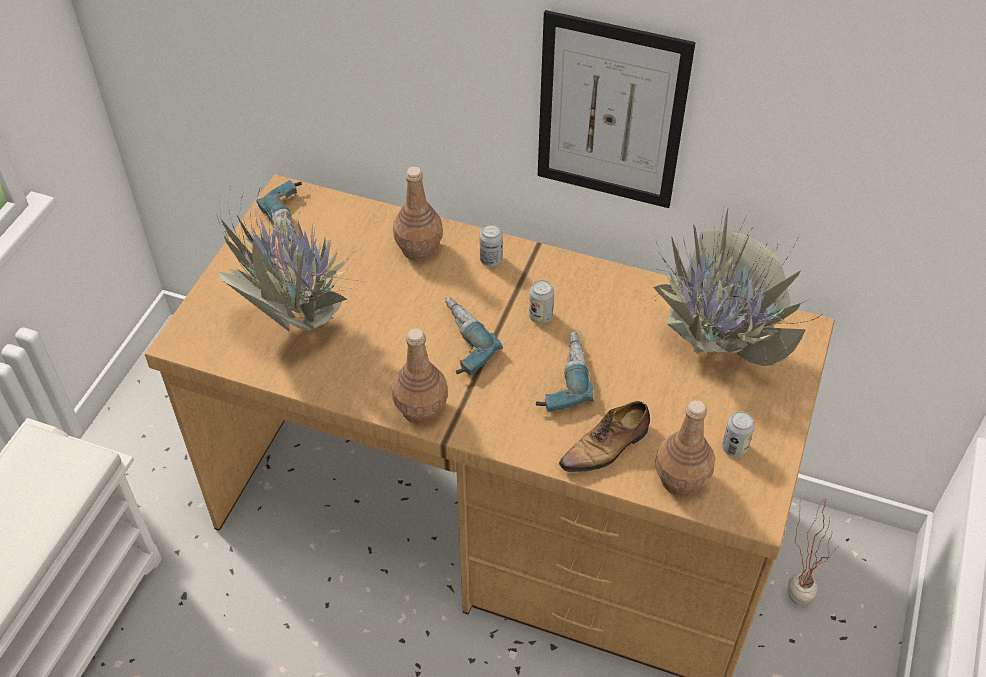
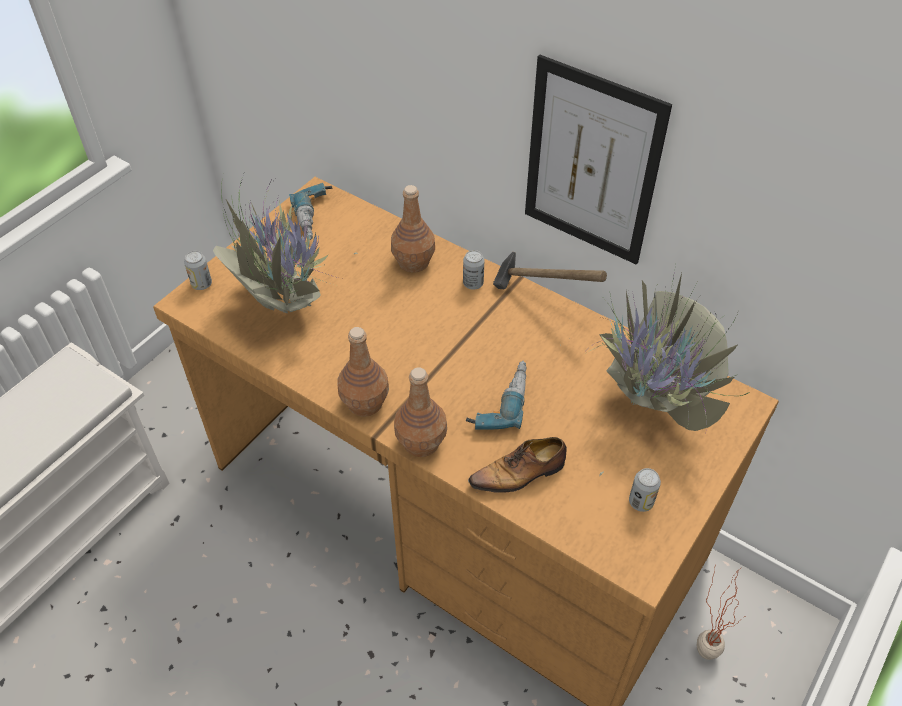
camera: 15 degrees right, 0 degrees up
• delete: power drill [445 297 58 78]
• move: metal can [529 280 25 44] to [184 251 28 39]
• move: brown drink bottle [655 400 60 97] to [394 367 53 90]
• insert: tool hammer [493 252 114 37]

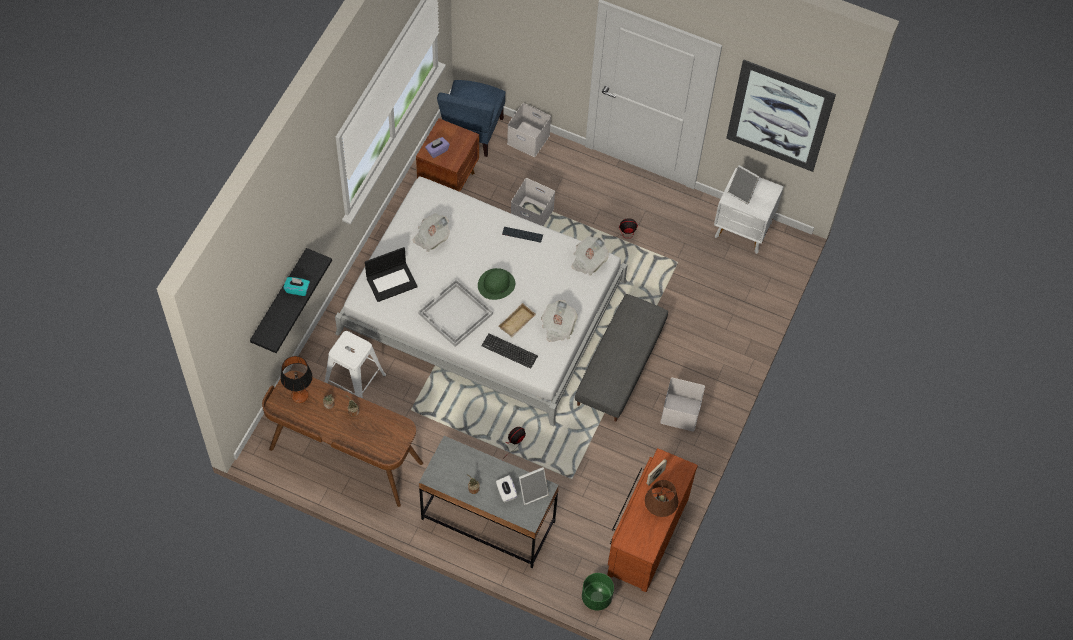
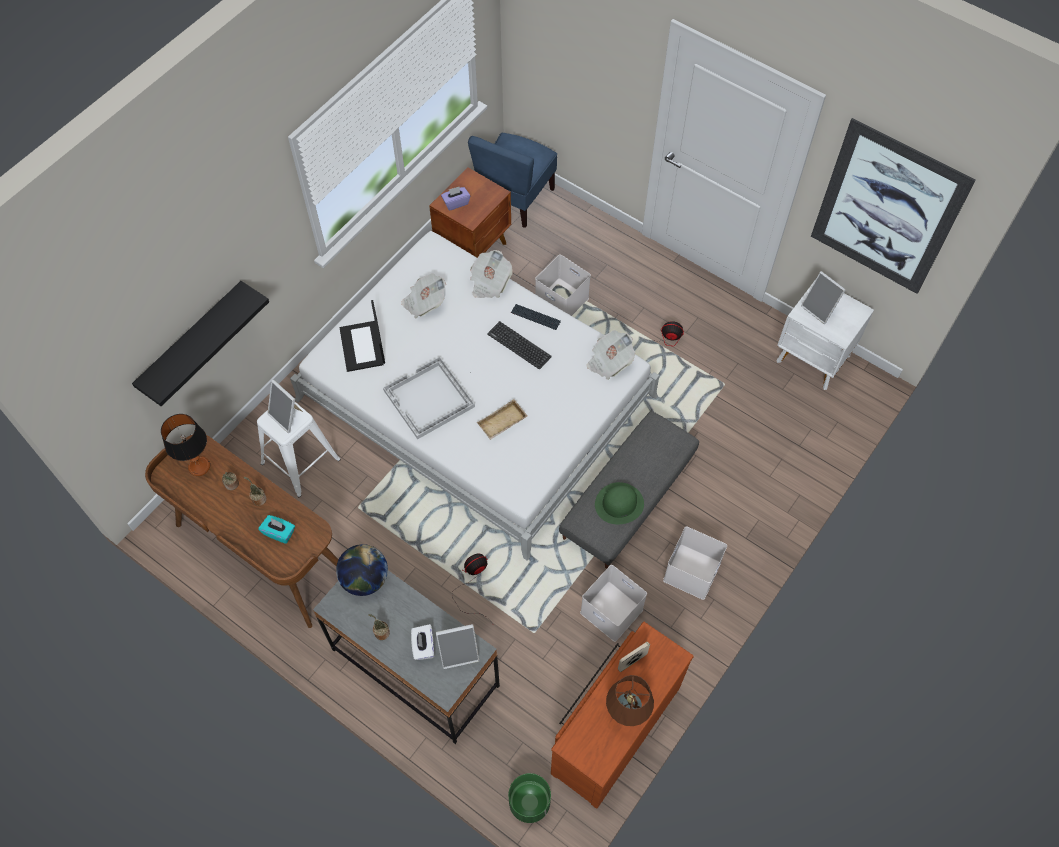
camera: 15 degrees right, 0 degrees up
• move: turquoise box of tissues [283 277 27 19] to [258 515 37 29]
• rotate: notebook computer [365 247 52 55] = [339 300 46 72] 90 degrees clockwise
• move: greenish wearable hat [478 268 37 32] to [595 482 49 42]
• move: keyboard [481 334 57 35] to [487 321 65 48]
• move: white-coloured storage container [507 103 44 54] to [580 565 67 77]
• move: newspaper [541 300 37 42] to [470 250 43 48]
• insert: photo frame [267 380 36 53]
• insert: globe [336 544 52 52]

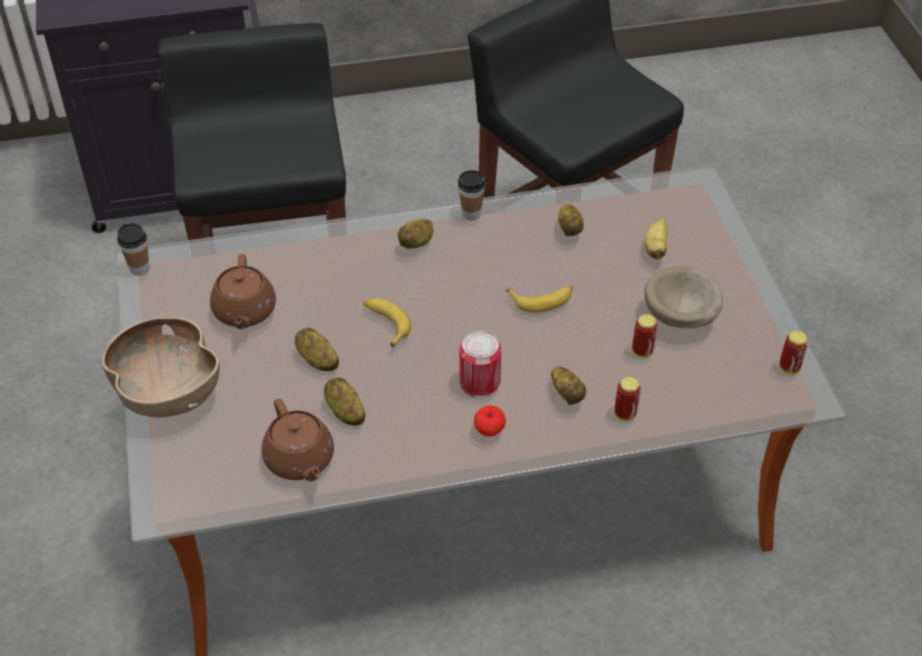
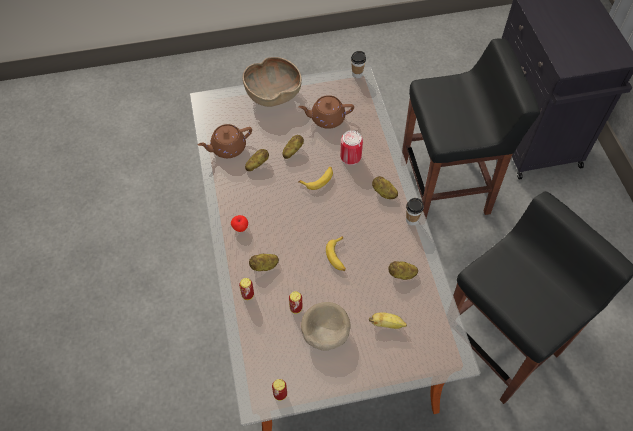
camera: 90 degrees right, 10 degrees up
• move: metal can [459 331 43 67] to [340 130 23 35]

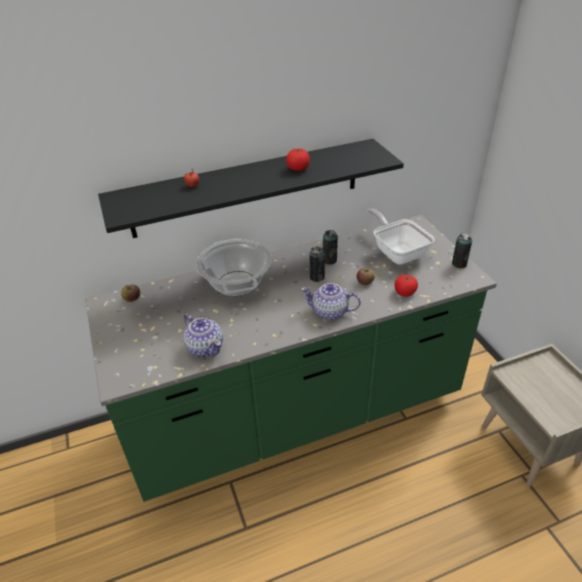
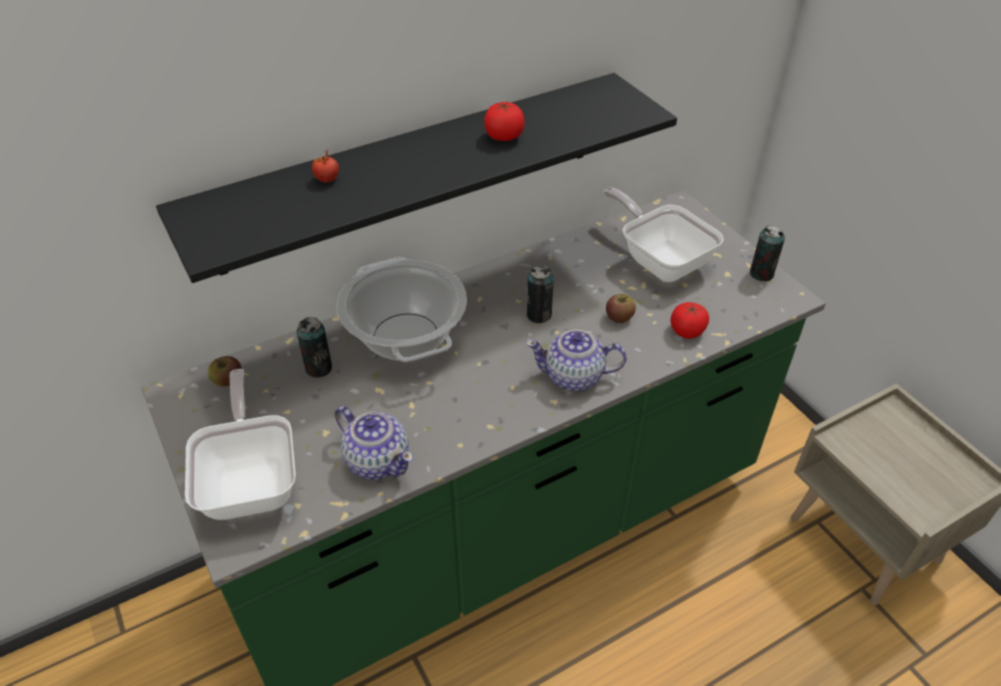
camera: 10 degrees left, 5 degrees up
• move: metal can [323 230 15 35] to [297 317 35 61]
• insert: pan [185 369 111 151]

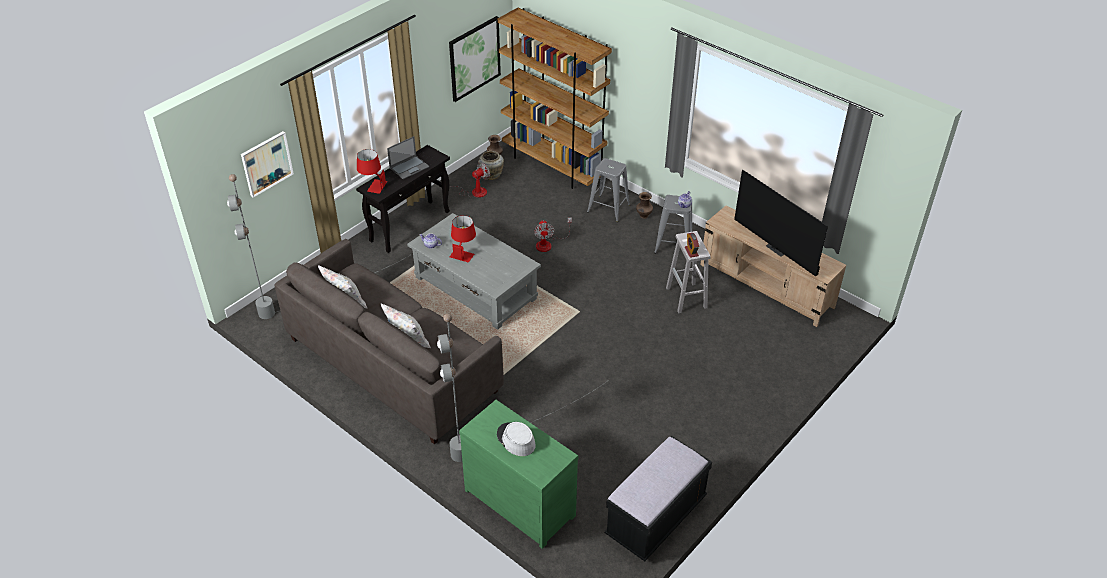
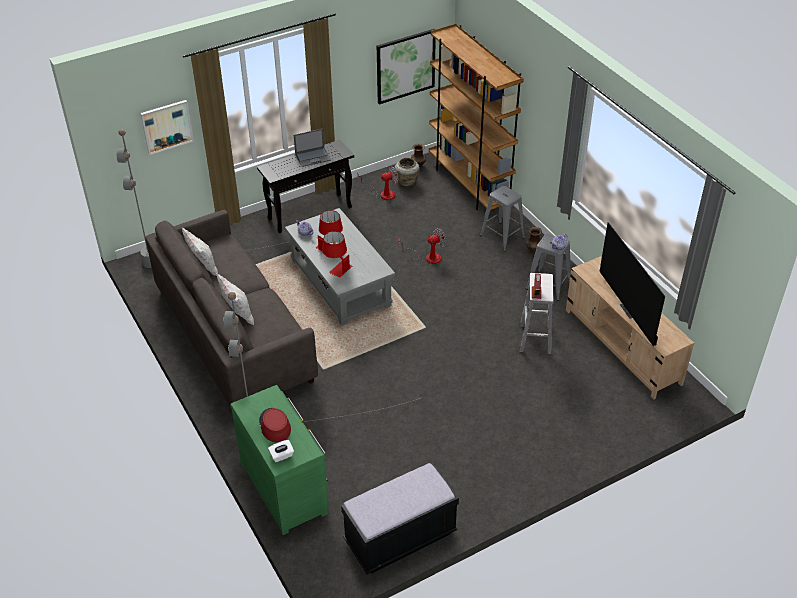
camera: 20 degrees right, 0 degrees up
• move: red tabletop lamp [357 149 30 45] to [322 231 30 47]
• recolor: greyish wearable hat [497 422 39 34] to red wearable hat [259 408 32 34]
• rotate: electric fan [534 217 38 35] = [398 228 48 36] 135 degrees counterclockwise
• insert: white-coloured box of tissues [268 440 26 22]

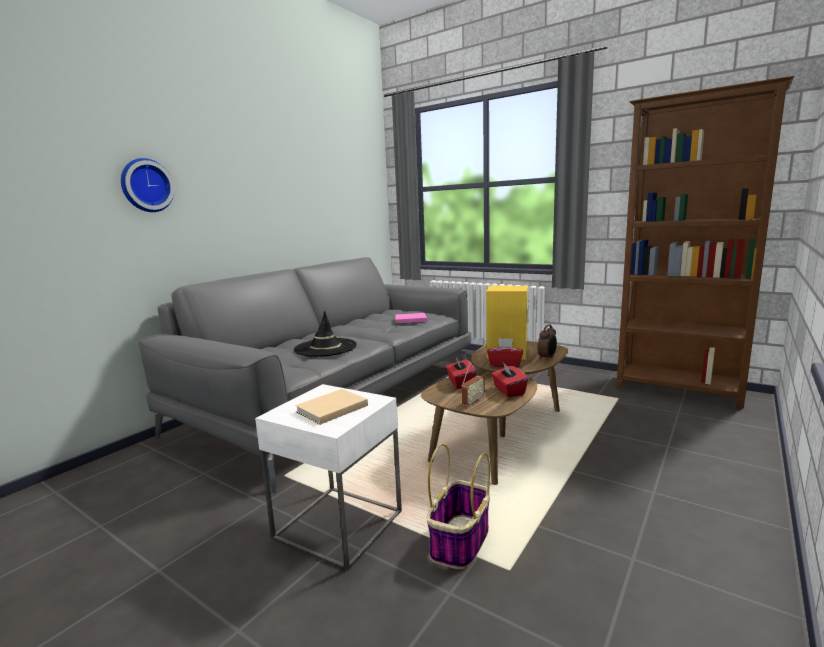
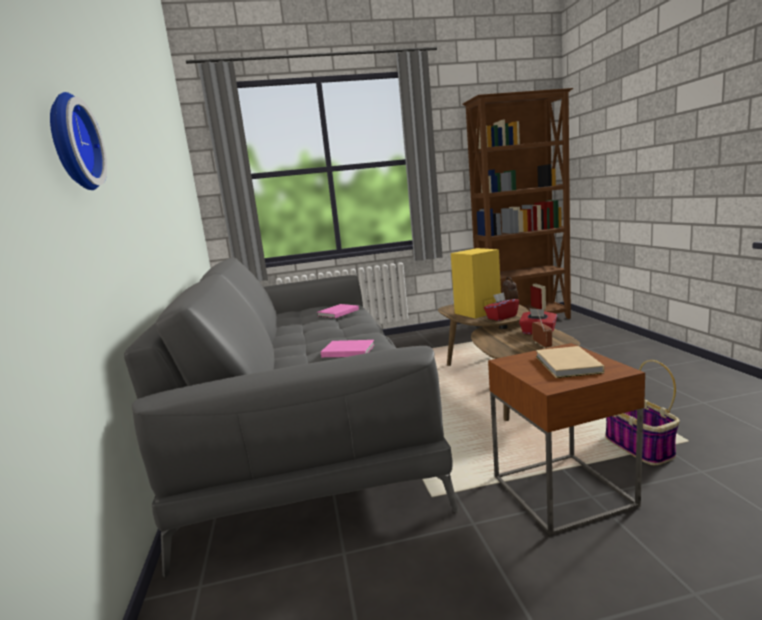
camera: 45 degrees left, 0 degrees up
• recolor: white-coloured accent table [255 384 147 187] to brown accent table [488 343 157 193]
• replace: blackish wearable hat [294 311 63 46] to pink-coloured volume [321 340 54 17]
• delete: red box of tissues [446 357 30 32]

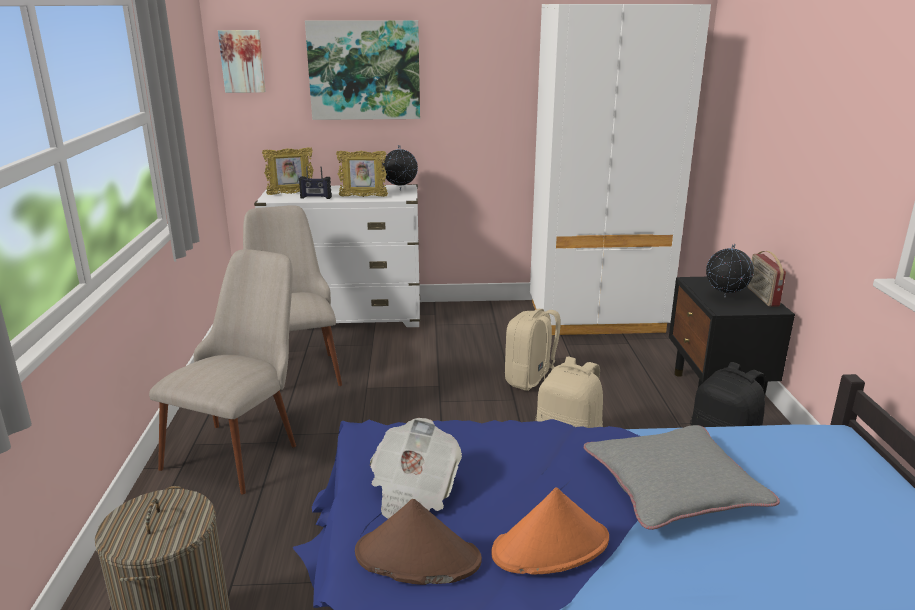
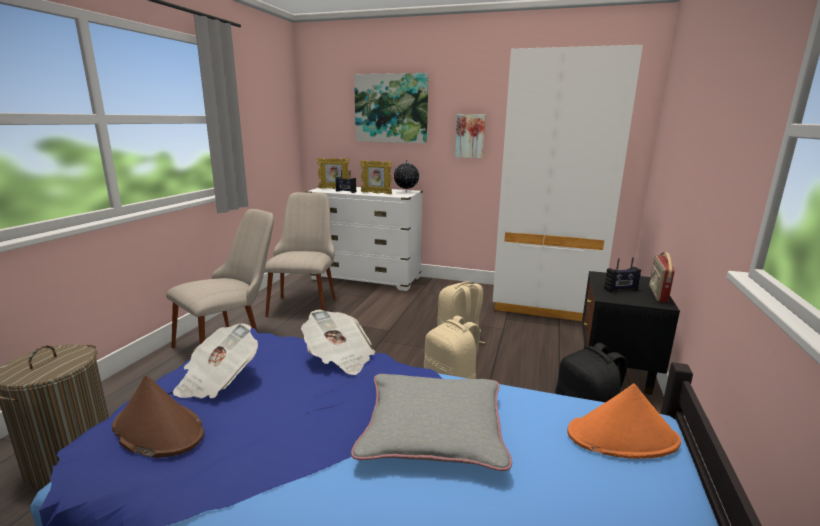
camera: 20 degrees right, 5 degrees down
• move: wall picture [218 30 47 63] to [455 114 30 44]
• move: orange-coloured wearable hat [491 487 118 87] to [567 384 114 75]
• replace: globe [706 244 48 54] to radio set [604 257 37 35]
• insert: newspaper [301 310 74 65]

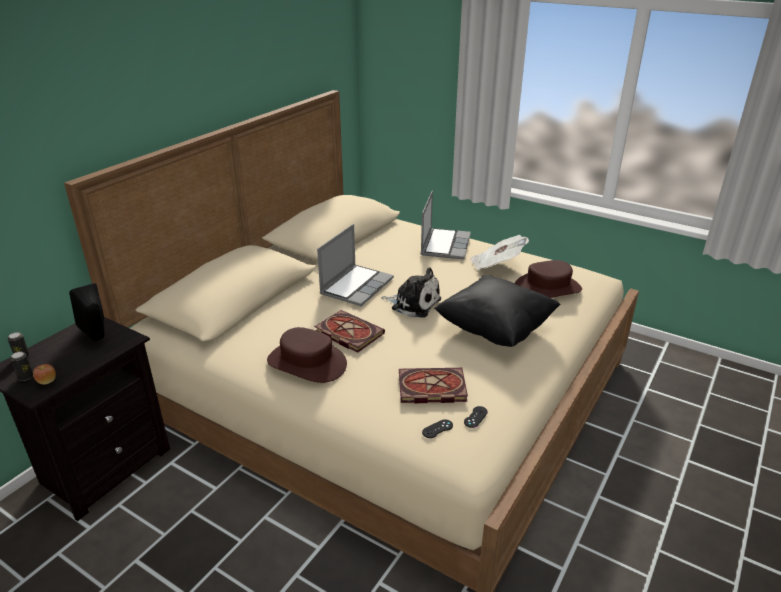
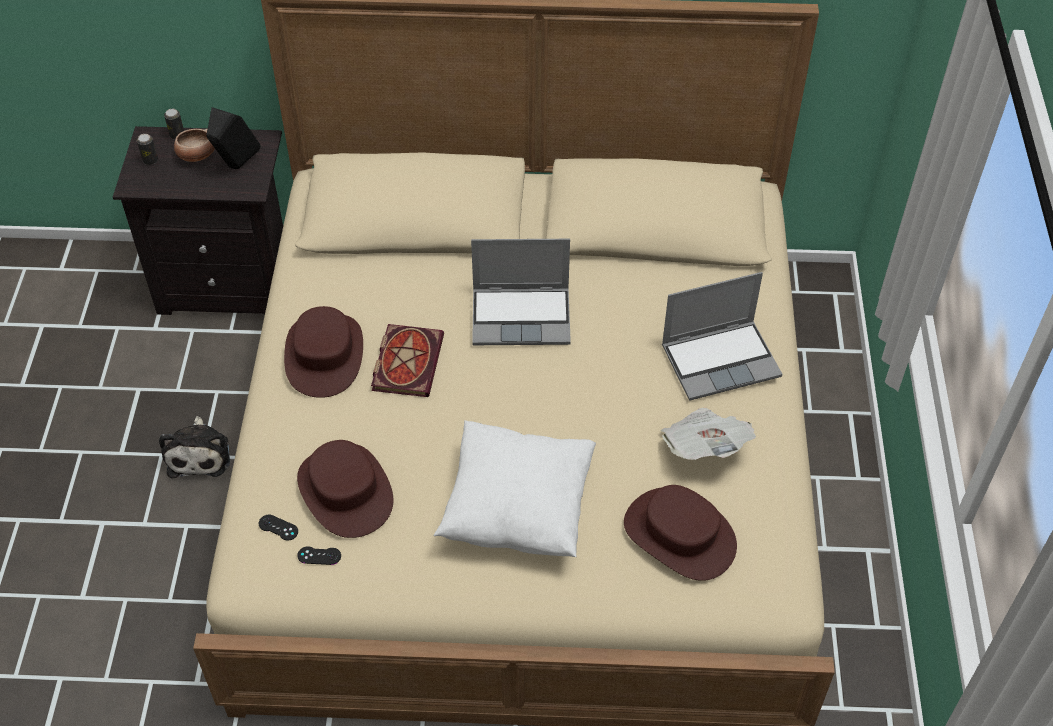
camera: 60 degrees right, 20 degrees up
• delete: whole apple [33 364 23 21]
• move: plush toy [381 267 60 51] to [159 416 71 62]
• replace: volume [399 368 69 35] to brown wearable hat [297 440 96 98]
• recolor: blackish throw pillow [434 275 126 72] to white-coloured throw pillow [434 420 162 137]
• insert: serving bowl [174 129 41 33]

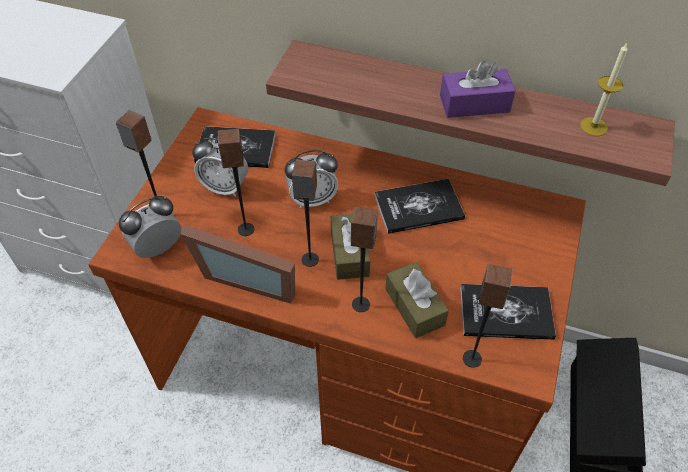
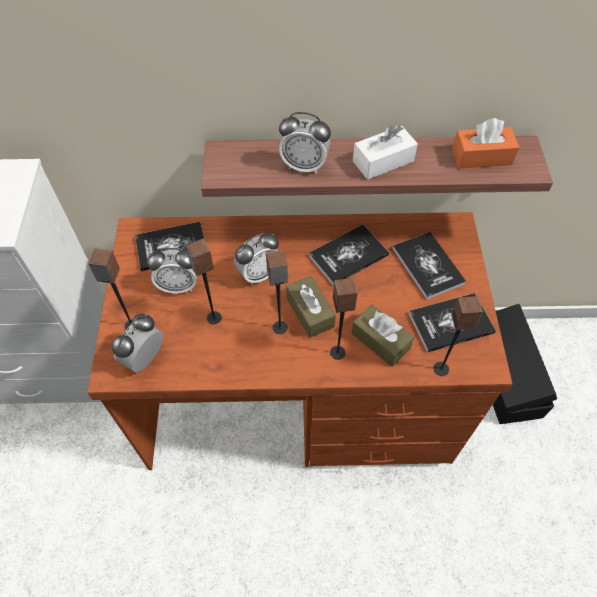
camera: 20 degrees left, 5 degrees up
• delete: photo frame [180 225 115 79]
• recolor: purple box of tissues [440 61 76 57] to white-coloured box of tissues [353 125 65 55]
• replace: wax light [580 43 48 93] to orange-coloured box of tissues [452 118 67 51]
• insert: alarm clock [279 112 52 62]
• insert: volume [392 232 74 68]

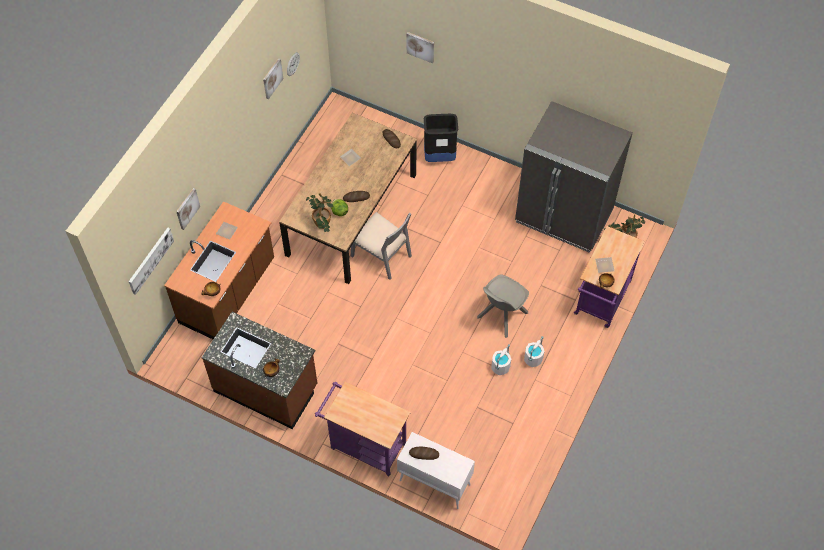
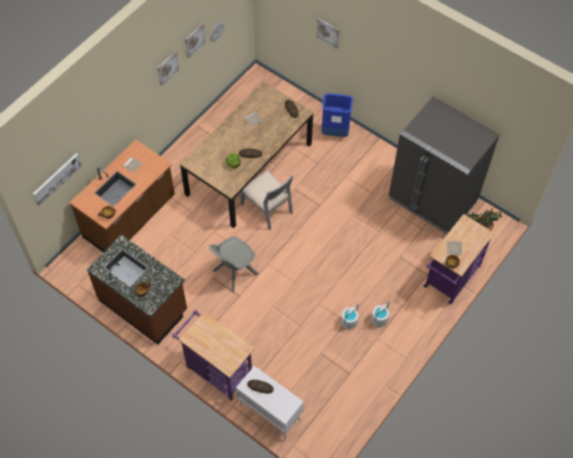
camera: 10 degrees right, 0 degrees up
• move: wall picture [176 188 24 42] to [157 51 22 35]
• delete: plant in a pot [306 193 27 39]
• recolor: blackish trash can [424 114 34 48] to blue-coloured trash can [322 93 31 44]
• move: greyish upright chair [477 274 52 64] to [209 236 49 56]

